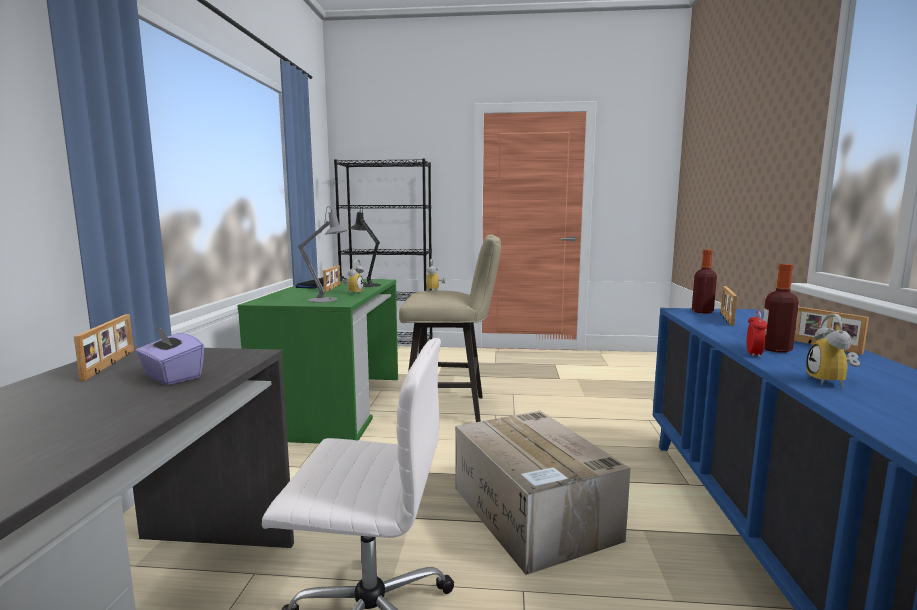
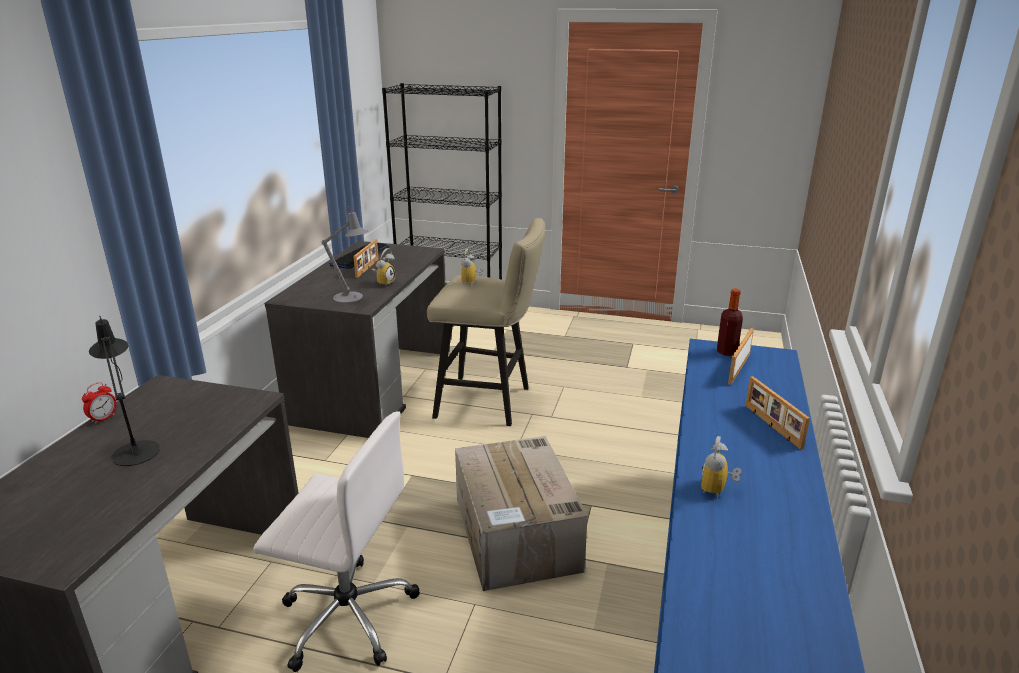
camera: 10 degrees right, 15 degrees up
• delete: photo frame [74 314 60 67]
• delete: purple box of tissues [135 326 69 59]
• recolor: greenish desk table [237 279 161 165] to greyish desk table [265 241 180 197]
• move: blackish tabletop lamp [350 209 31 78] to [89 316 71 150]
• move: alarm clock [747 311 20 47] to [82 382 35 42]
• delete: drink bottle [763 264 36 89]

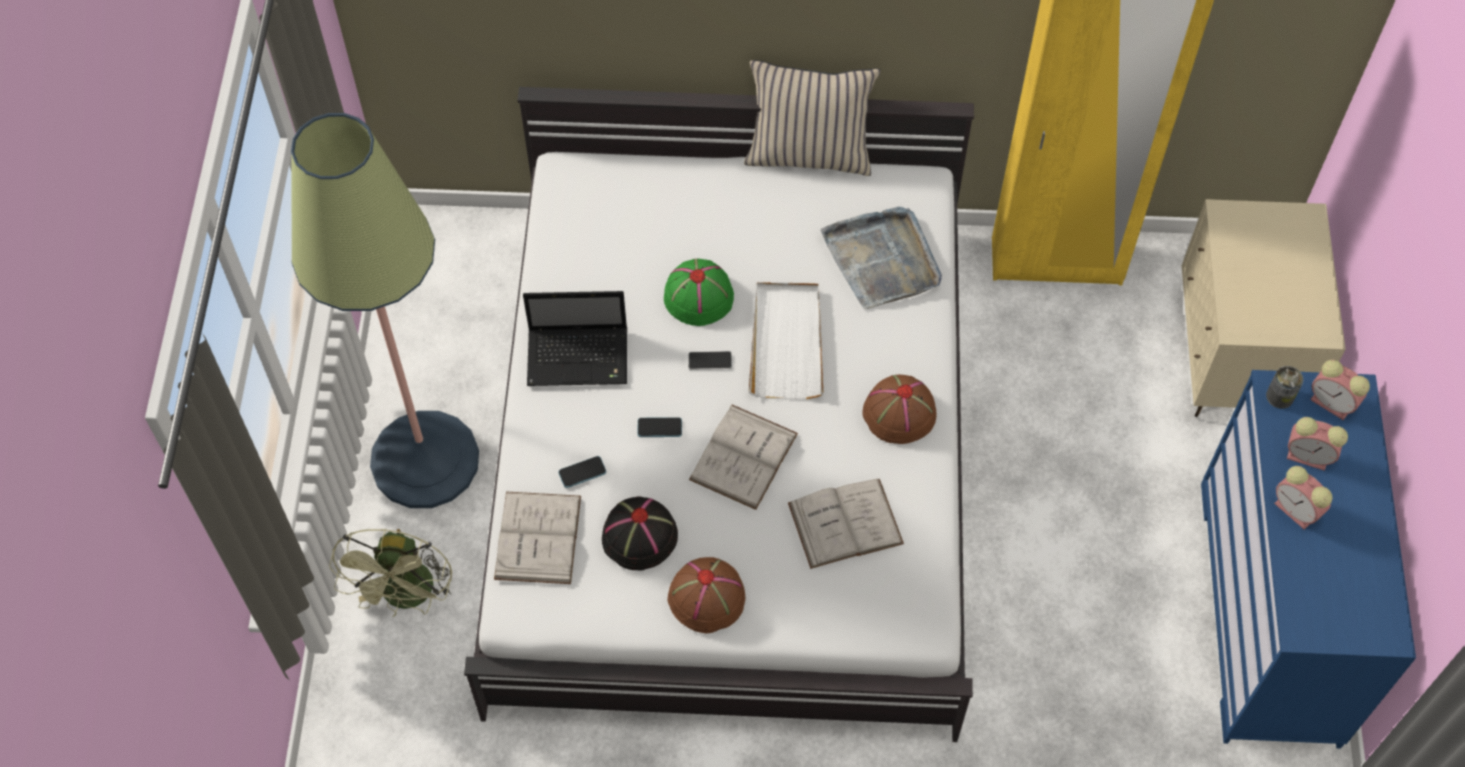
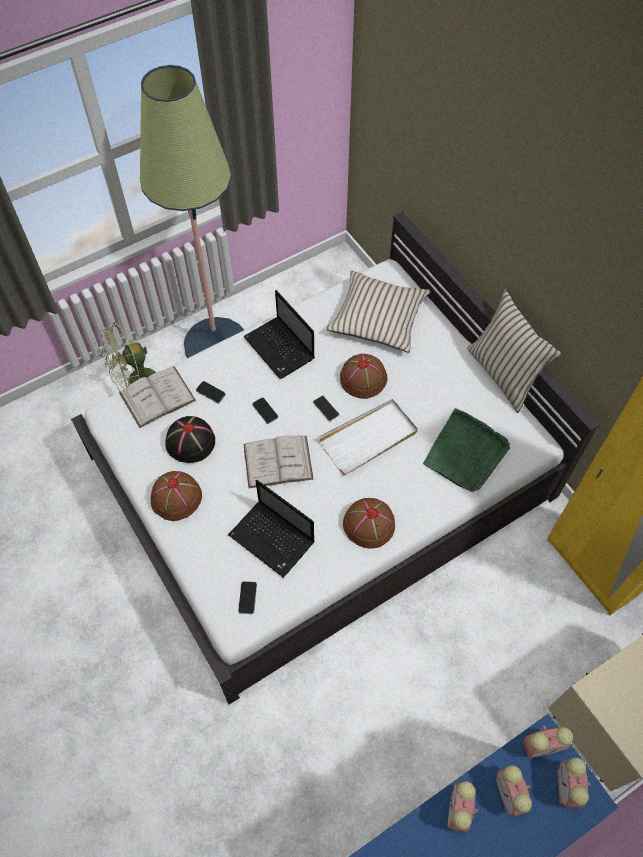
camera: 55 degrees right, 0 degrees up
• recolor: greenish wearable hat [664 259 70 67] to brown wearable hat [340 354 48 45]
• replace: white-coloured volume [788 479 116 90] to notebook computer [228 480 86 98]
• recolor: greyish carrying tray [820 207 122 102] to greenish carrying tray [423 408 87 84]
• replace: metal can [1266 366 37 43] to alarm clock [524 726 49 33]
• insert: phone [238 581 19 33]
• insert: beige throw pillow [326 271 105 82]

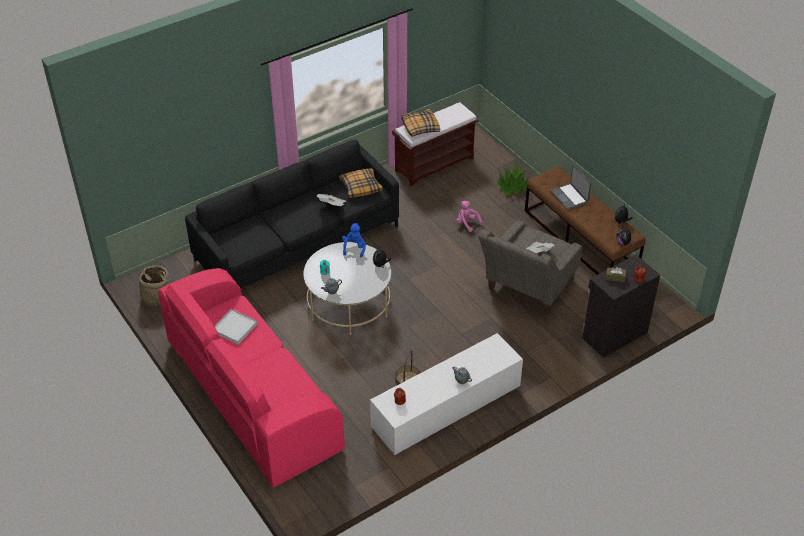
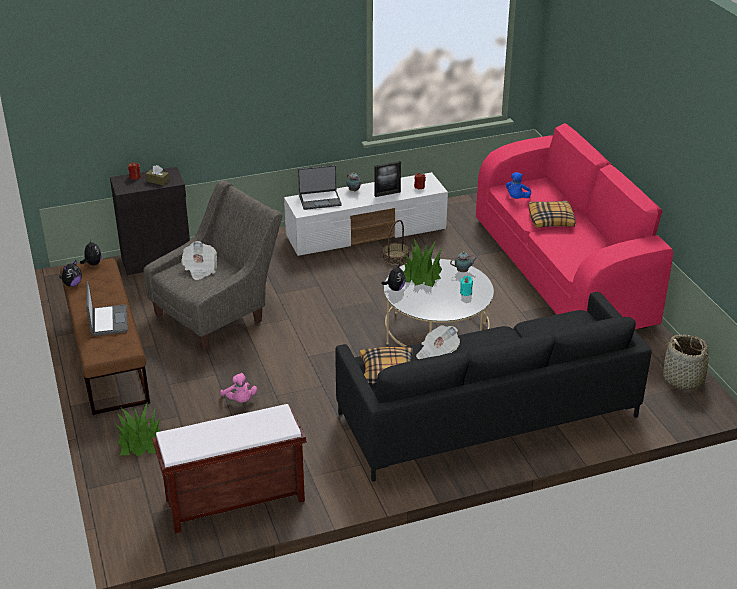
camera: 165 degrees left, 10 degrees down
• delete: white-coloured carrying tray [214 309 44 36]
• move: blue-coloured plush toy [342 223 24 35] to [506 172 25 27]
• move: throw pillow [401 109 39 28] to [529 201 46 27]
• insert: notebook computer [298 165 44 45]
• insert: photo frame [375 161 26 36]
• insert: plant in a pot [404 239 38 48]

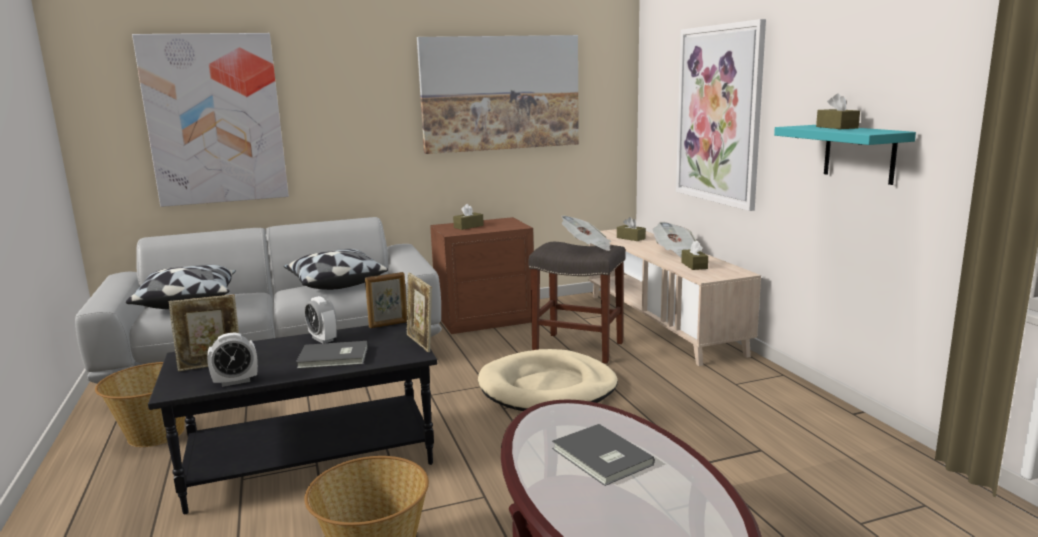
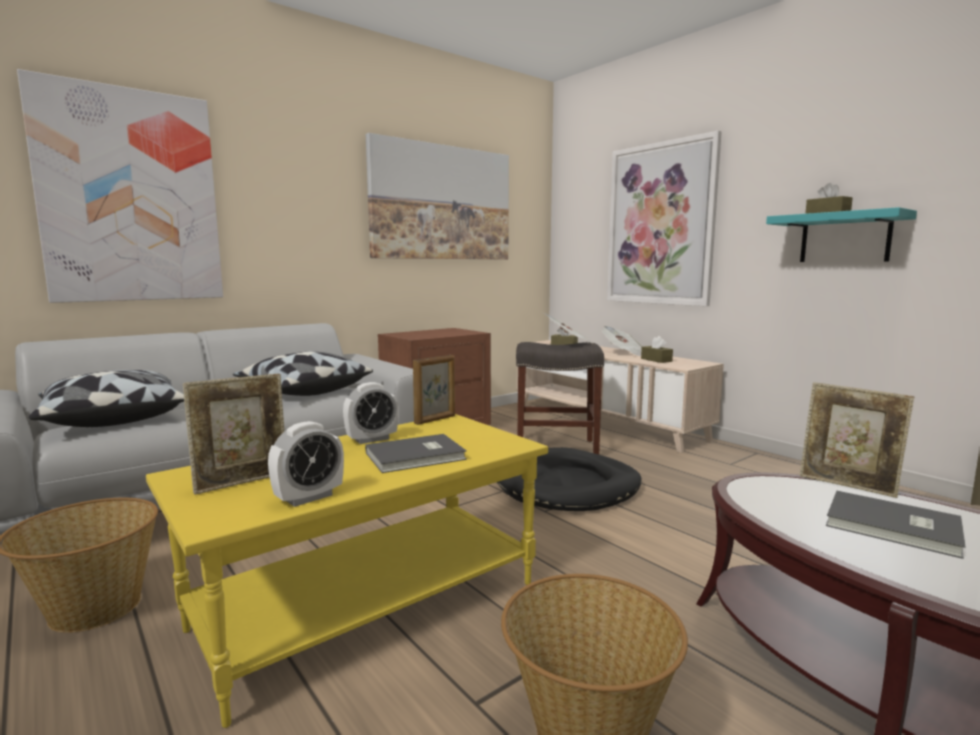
camera: 20 degrees left, 5 degrees down
• recolor: blackish coffee table [148 322 289 192] to yellow coffee table [146 414 402 314]
• rotate: alarm clock [304 296 33 48] = [343 382 56 62] 60 degrees counterclockwise
• move: photo frame [406 273 26 79] to [800 382 114 116]
• delete: brown box of tissues [453 204 31 26]
• recolor: beige pet bed [478 349 140 62] to blackish pet bed [497 447 145 64]

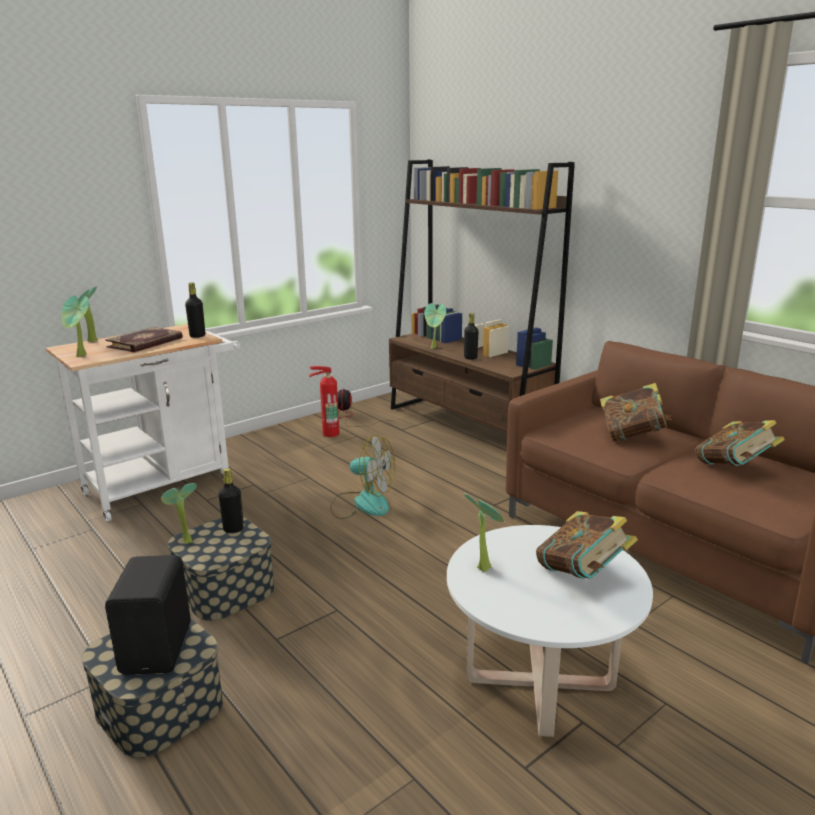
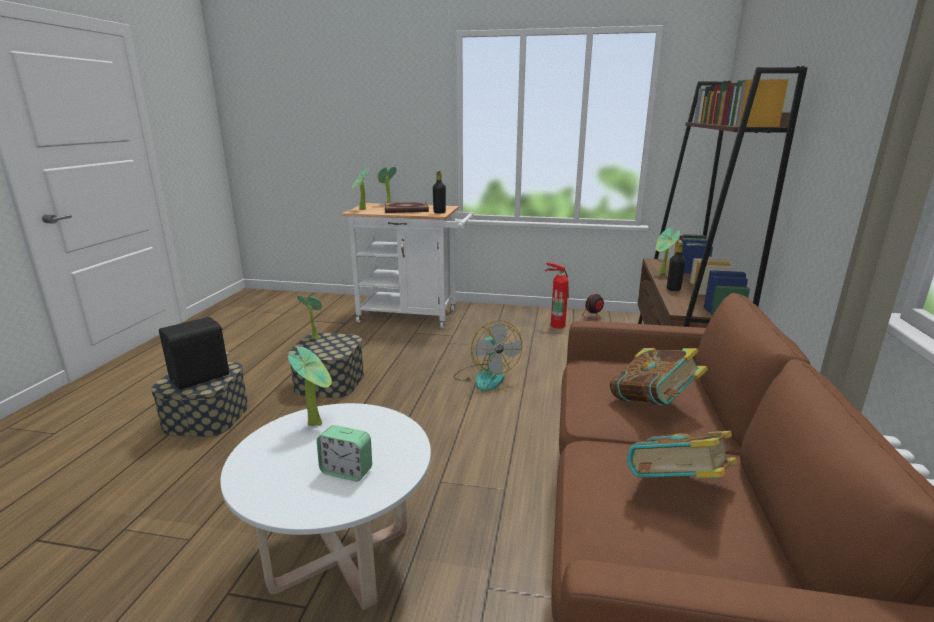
camera: 50 degrees right, 0 degrees up
• delete: blackish drink bottle [218 468 26 65]
• replace: volume [536 511 102 68] to alarm clock [317 425 55 56]

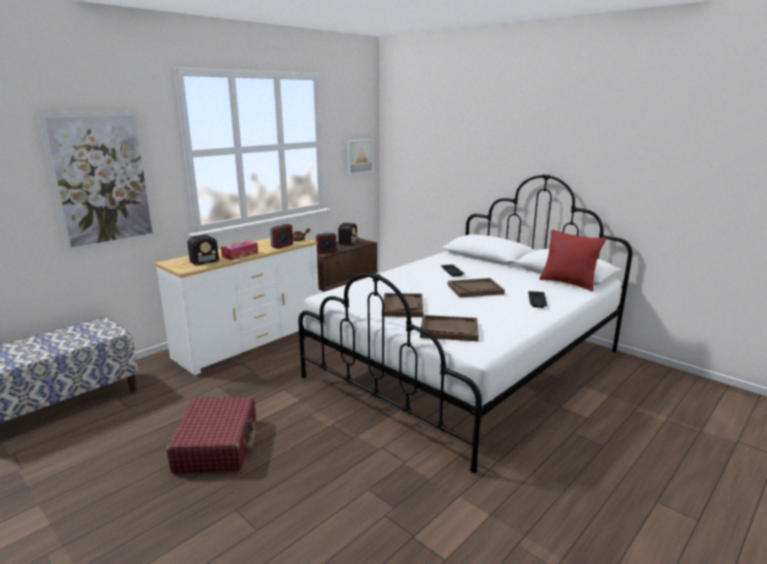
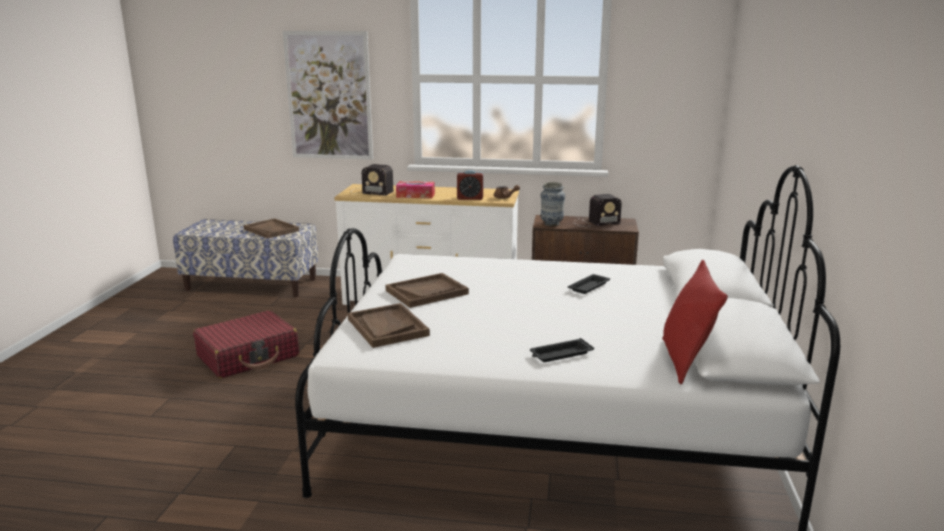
camera: 55 degrees right, 0 degrees up
• replace: alarm clock [316 232 21 22] to flower vase [541 182 24 44]
• delete: wall picture [347 139 26 35]
• move: brown carrying tray [448 278 57 20] to [244 218 55 20]

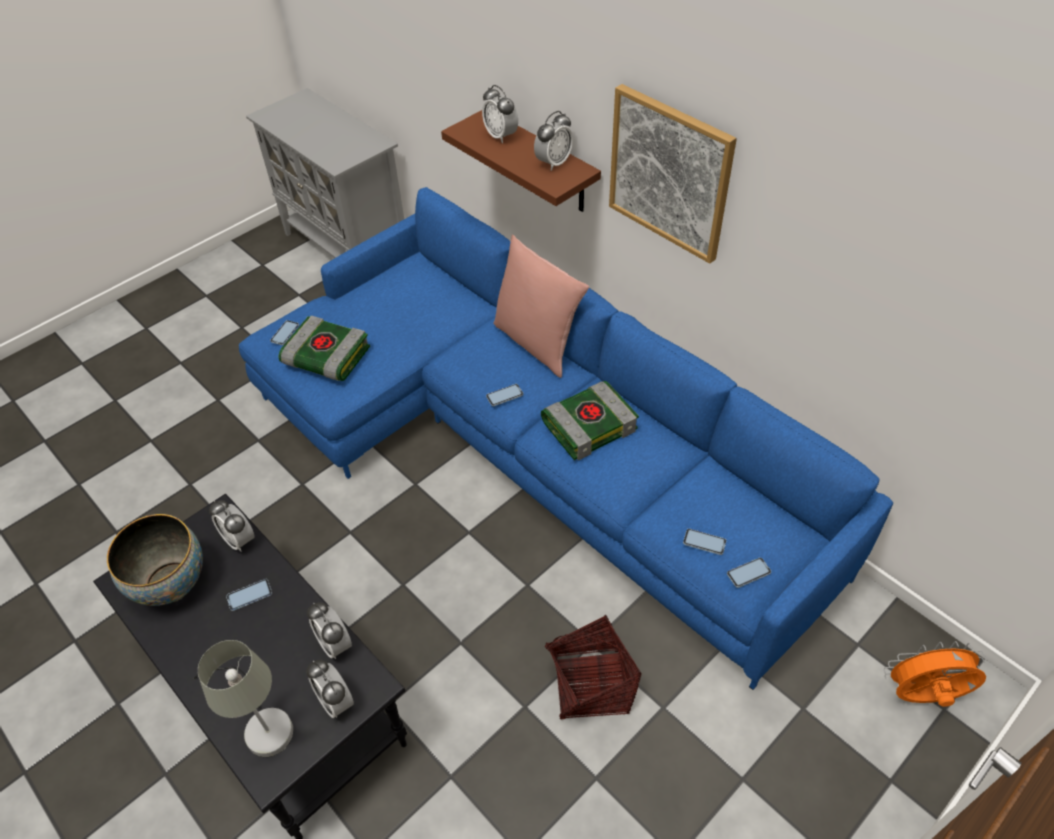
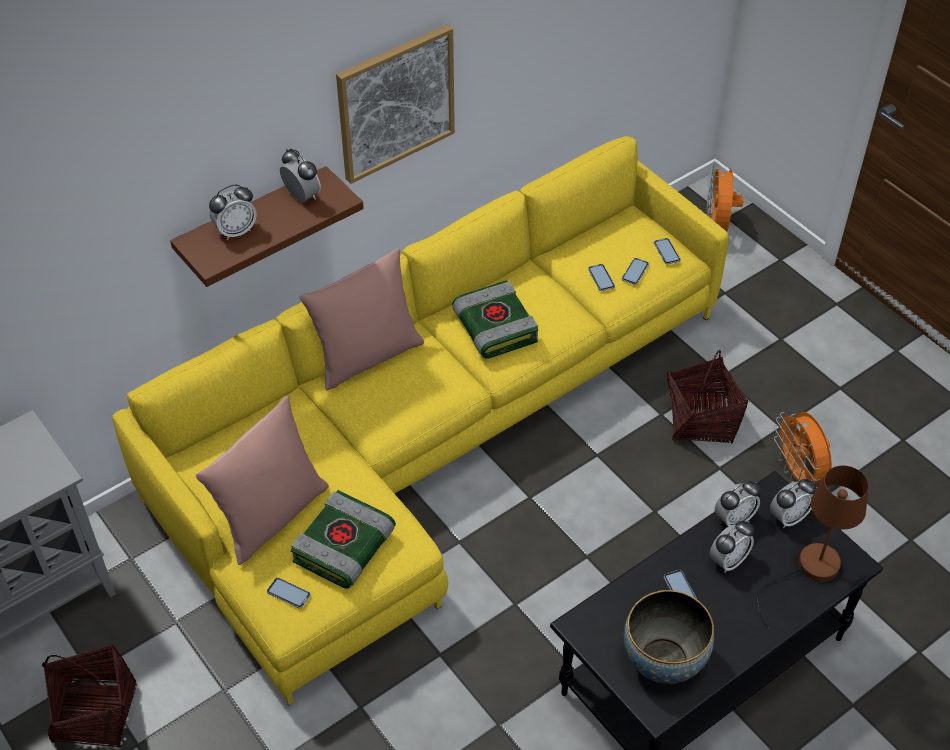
camera: 85 degrees left, 0 degrees up
• recolor: greyish tabletop lamp [194 640 99 117] to brown tabletop lamp [757 465 112 163]
• move: alarm clock [209 500 45 52] to [709 521 45 52]
• recolor: blue-coloured sofa [239 187 654 503] to yellow sofa [112 136 617 569]
• move: phone [486 384 37 22] to [588 264 27 27]
• insert: basket [42 643 95 104]
• insert: pink-coloured throw pillow [195 396 134 169]
• insert: orange-coloured electric fan [774 412 58 76]

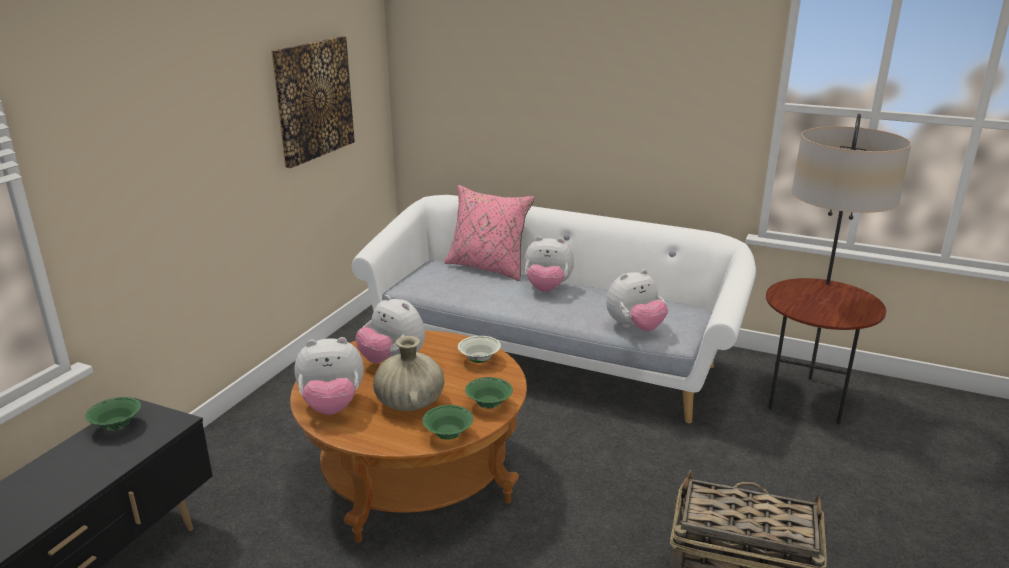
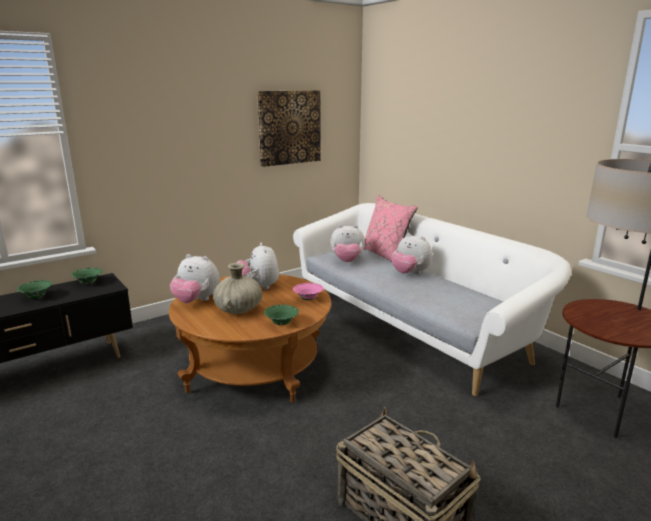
camera: 30 degrees right, 5 degrees down
• move: greenish serving bowl [422 405 51 35] to [17 280 35 18]
• recolor: white-coloured serving bowl [458 336 43 27] to pink-coloured serving bowl [293 283 31 17]
• move: plush toy [606 269 62 62] to [330 225 35 37]

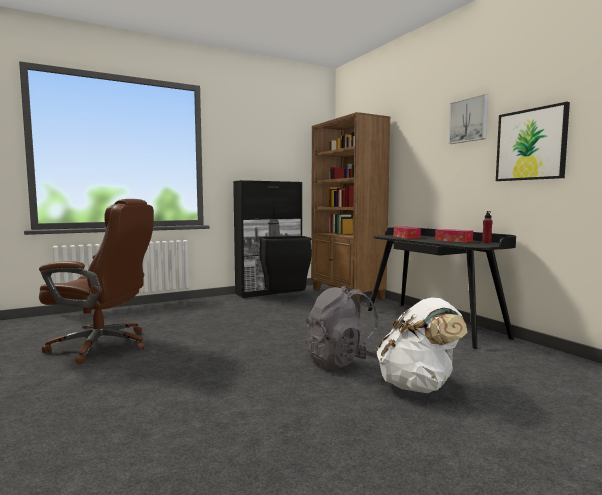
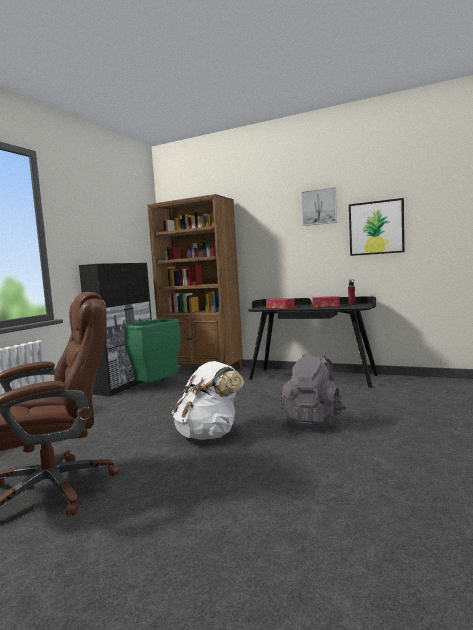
camera: 35 degrees left, 0 degrees up
• recolor: blackish trash can [259 236 53 57] to greenish trash can [124 319 56 64]
• move: white-coloured rucksack [376 298 91 95] to [172 361 72 79]

